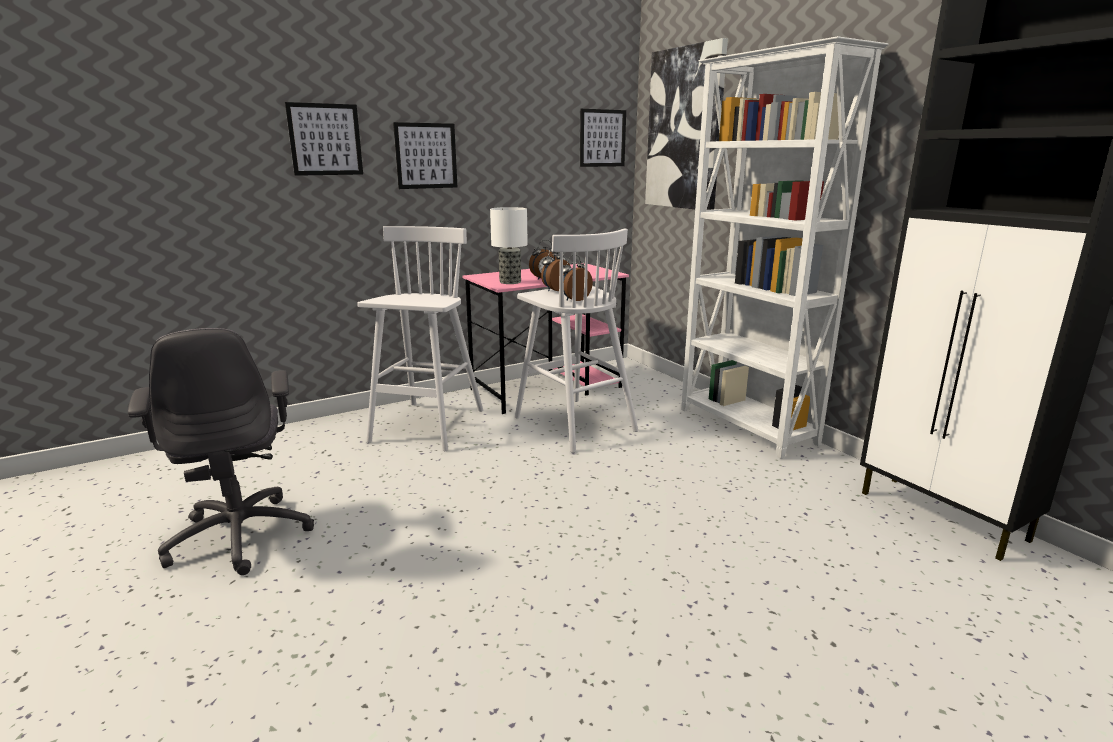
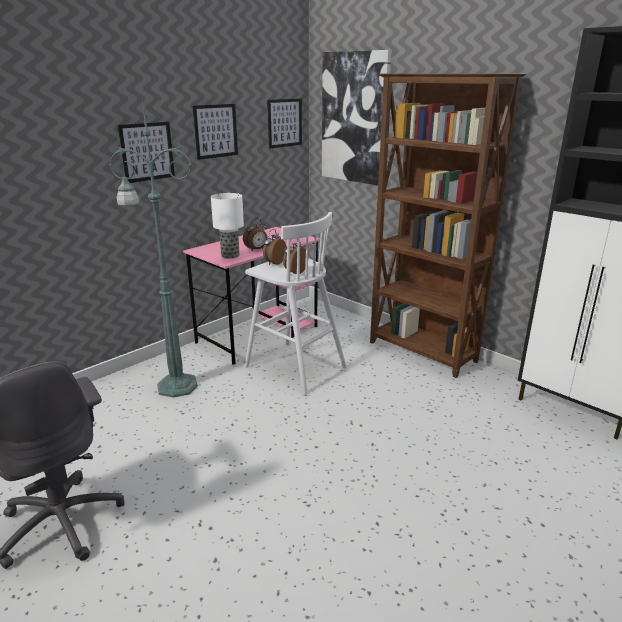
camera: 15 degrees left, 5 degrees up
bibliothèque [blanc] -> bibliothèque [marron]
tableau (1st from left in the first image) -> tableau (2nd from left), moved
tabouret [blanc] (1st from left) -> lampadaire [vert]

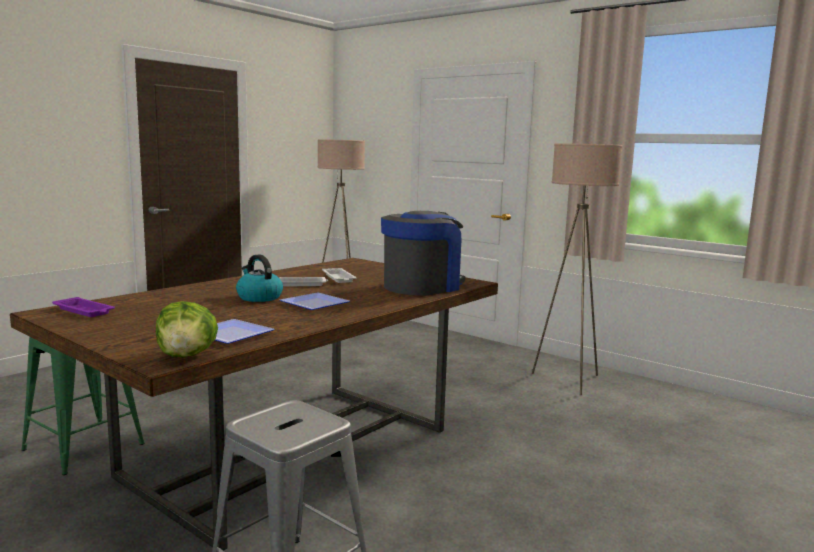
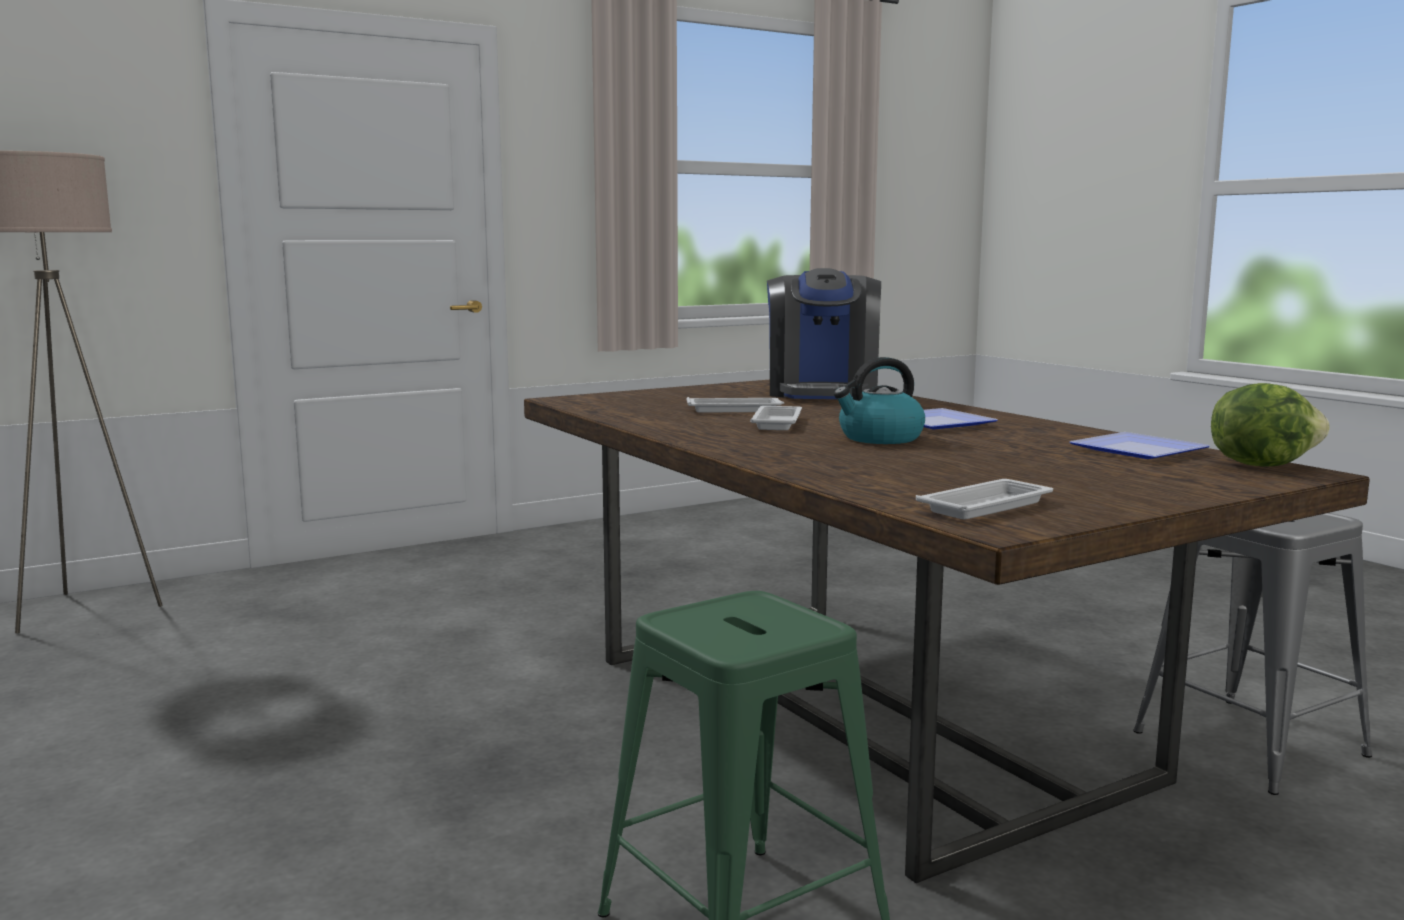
camera: 70 degrees left, 0 degrees up
lampadaire [beige] (2nd from left) -> none
machine à café, 150 degrees counterclockwise
plateau [violet] -> plateau [blanc] (3rd from left)

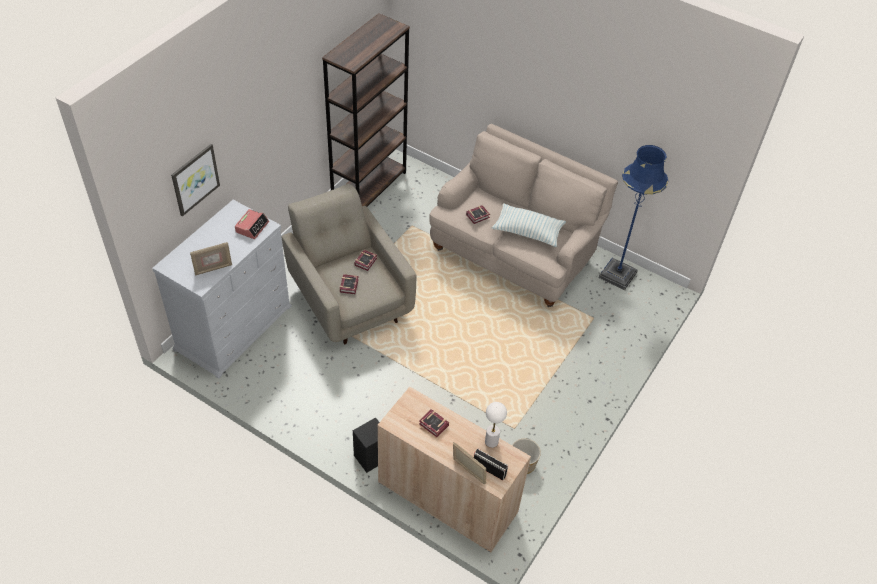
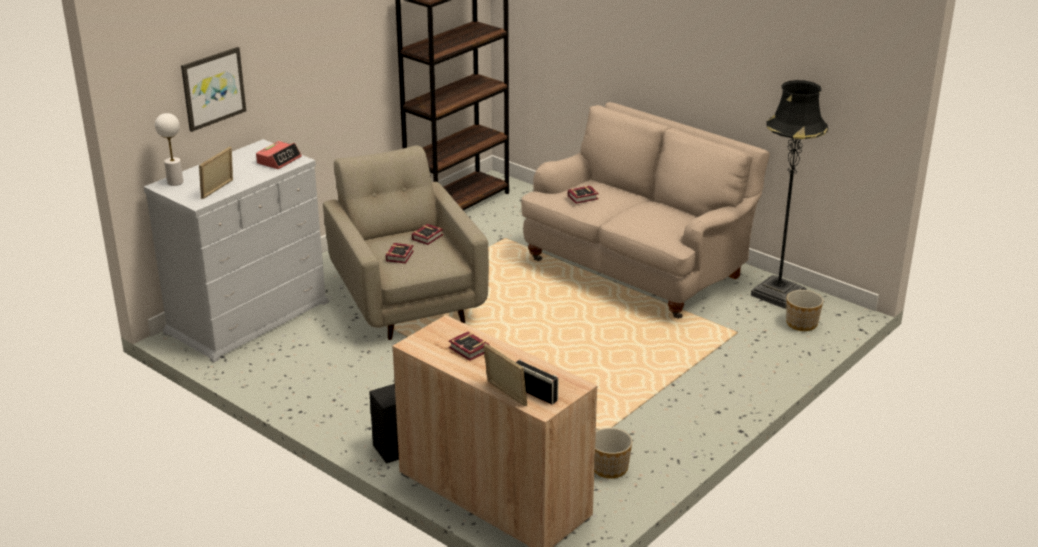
camera: 10 degrees right, 20 degrees down
lampadaire [bleu] -> lampadaire [noir]
coussin -> none
cadre photo (1st from left), 135 degrees clockwise
lampe de table [blanc], moved
none -> cache-pot (2nd from left)

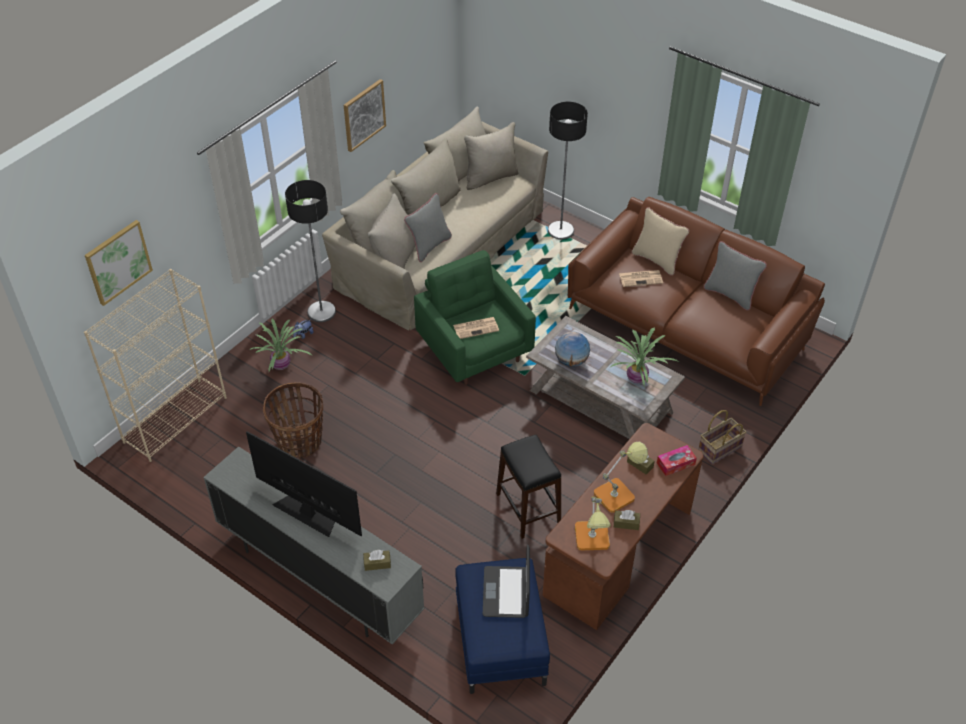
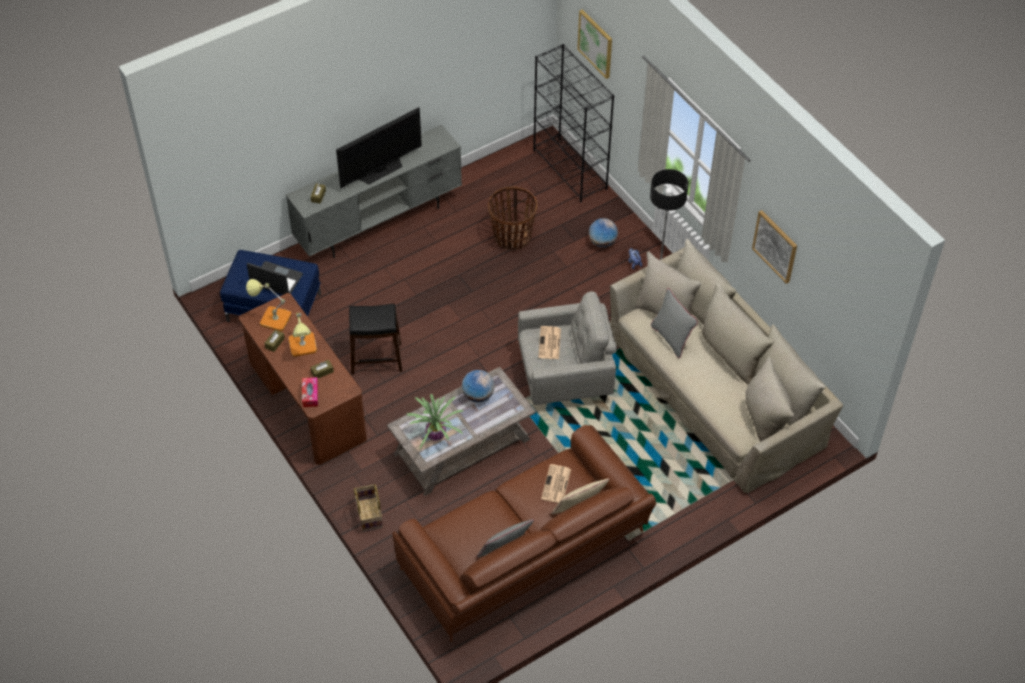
camera: 110 degrees right, 5 degrees up
lampadaire (2nd from left) -> none
fauteuil [vert] -> fauteuil [gris]
bibliothèque [beige] -> bibliothèque [noir]
plante en pot (1st from left) -> globe (2nd from left)

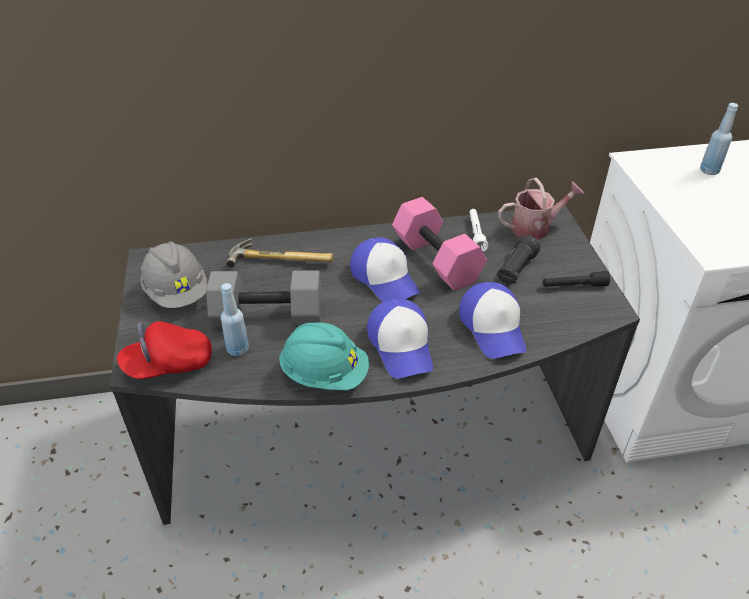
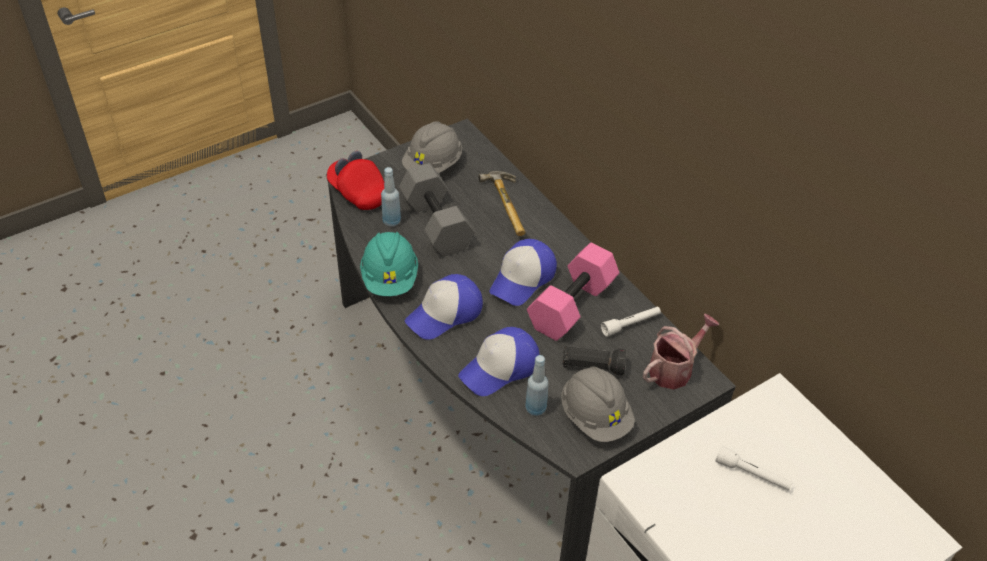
camera: 65 degrees right, 5 degrees up
bouteille [bleu] (2nd from left), moved
arrosoir, 90 degrees counterclockwise
lampe de poche [noir] (2nd from left) -> casque de chantier [gris] (2nd from left)
none -> lampe de poche [blanc] (2nd from left)

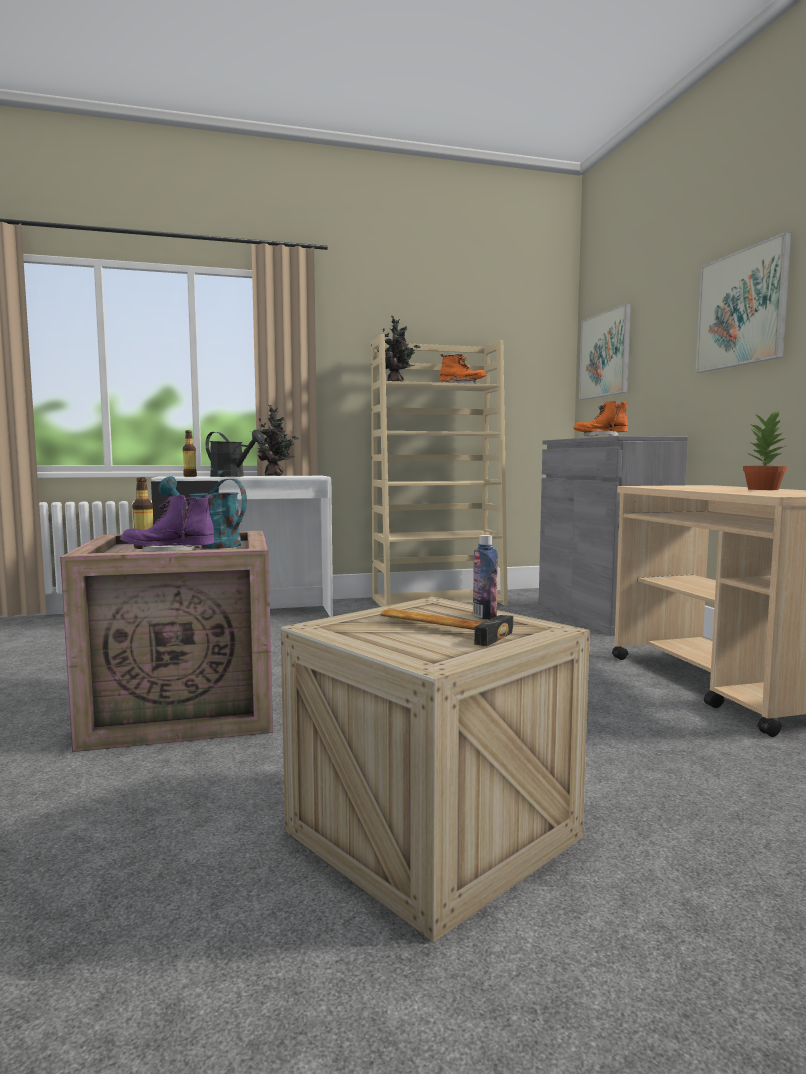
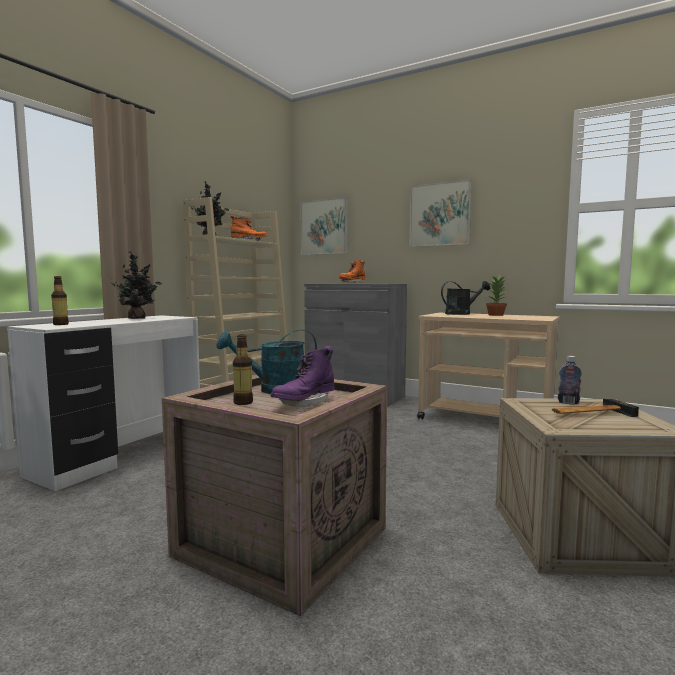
camera: 45 degrees left, 0 degrees up
arrosoir [noir], moved

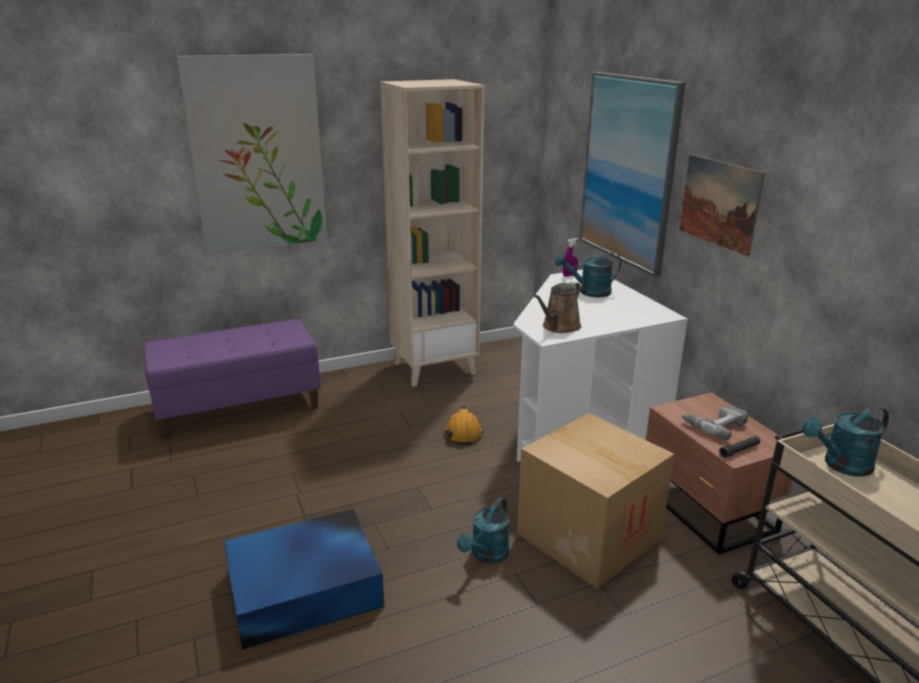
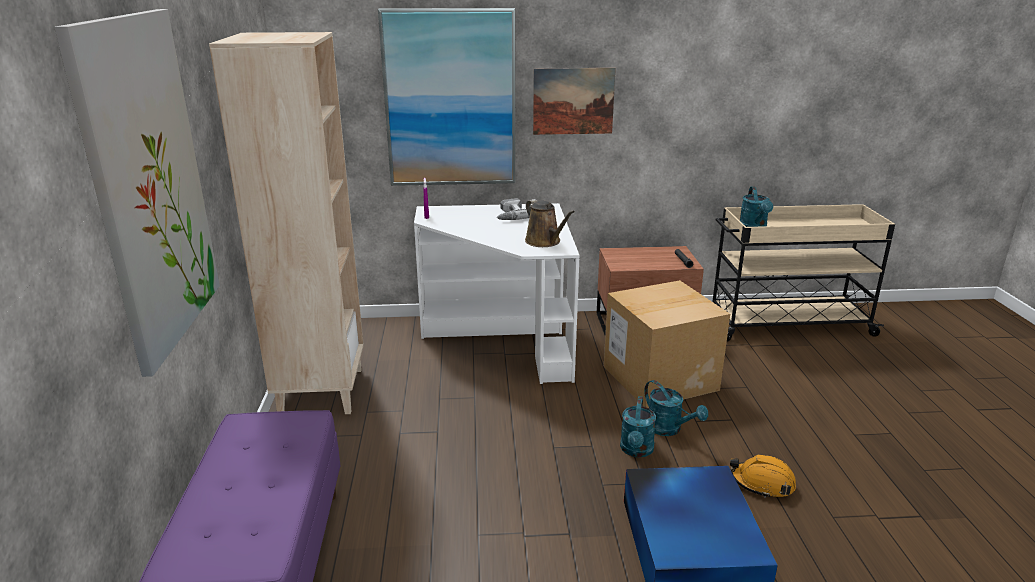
camera: 70 degrees left, 0 degrees up
arrosoir [turquoise] (2nd from left in the first image) -> arrosoir [turquoise] (1st from left), moved
perceuse, moved
casque de chantier [orange], moved

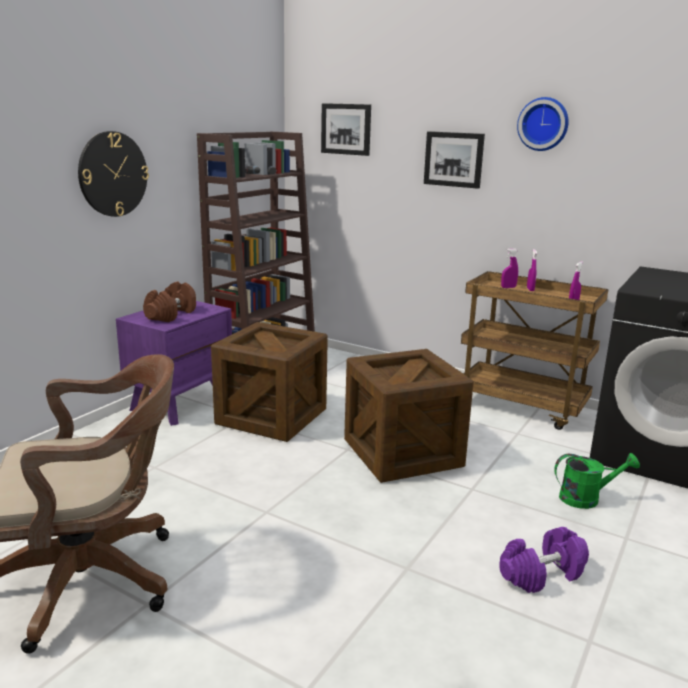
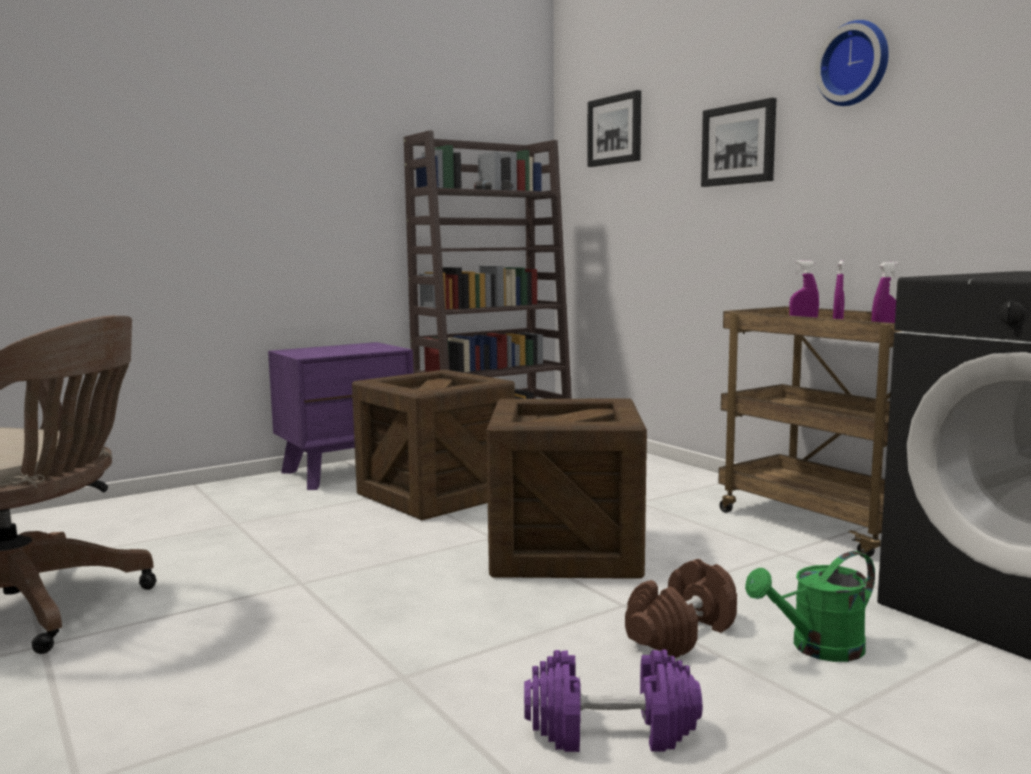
camera: 25 degrees right, 10 degrees down
horloge murale (1st from left) -> none
haltère [marron], moved
arrosoir [vert], 135 degrees clockwise

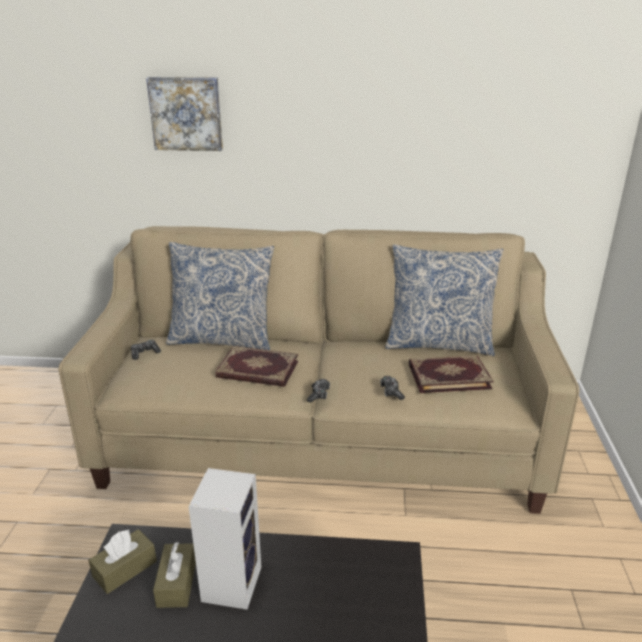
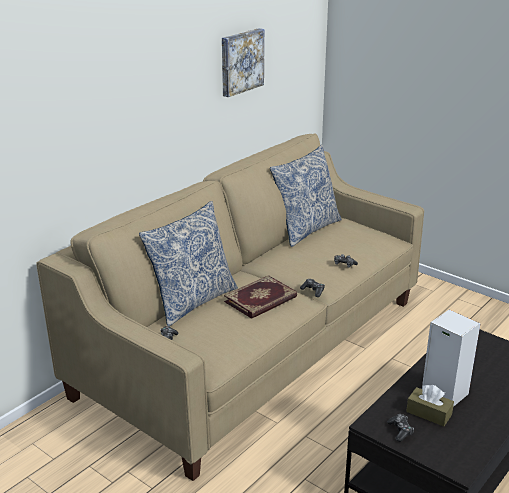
camera: 55 degrees left, 0 degrees up
tableau, moved
livre (2nd from left) -> none
boîte à mouchoirs [marron] (1st from left) -> manette (4th from left)

